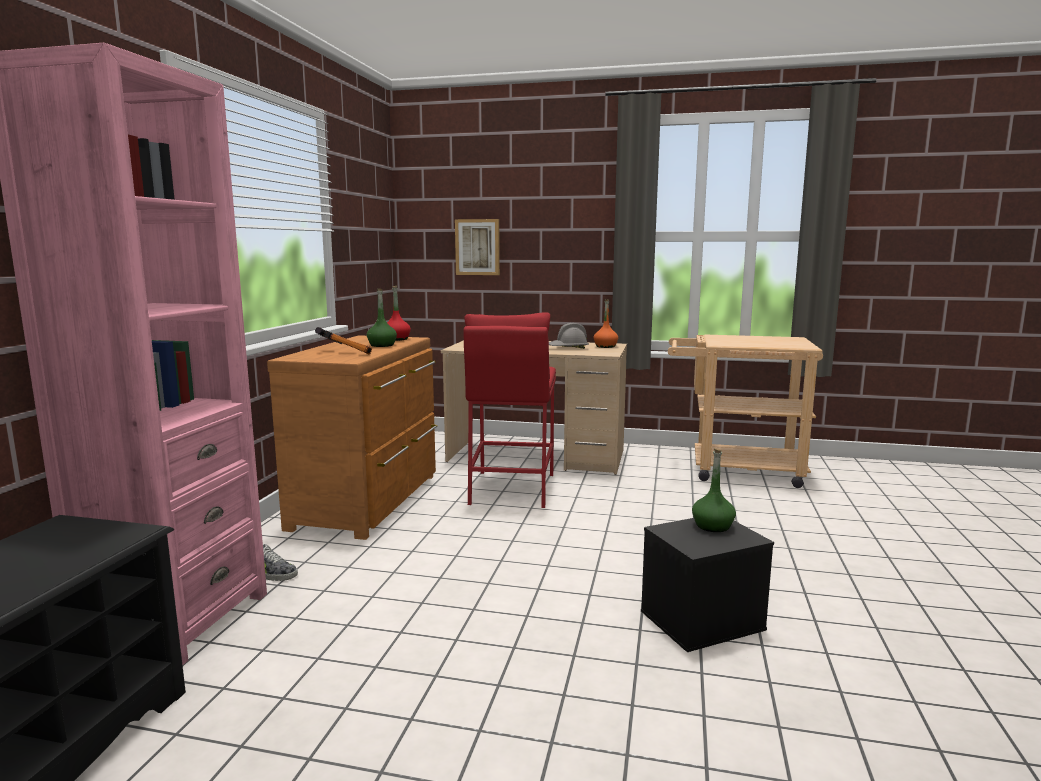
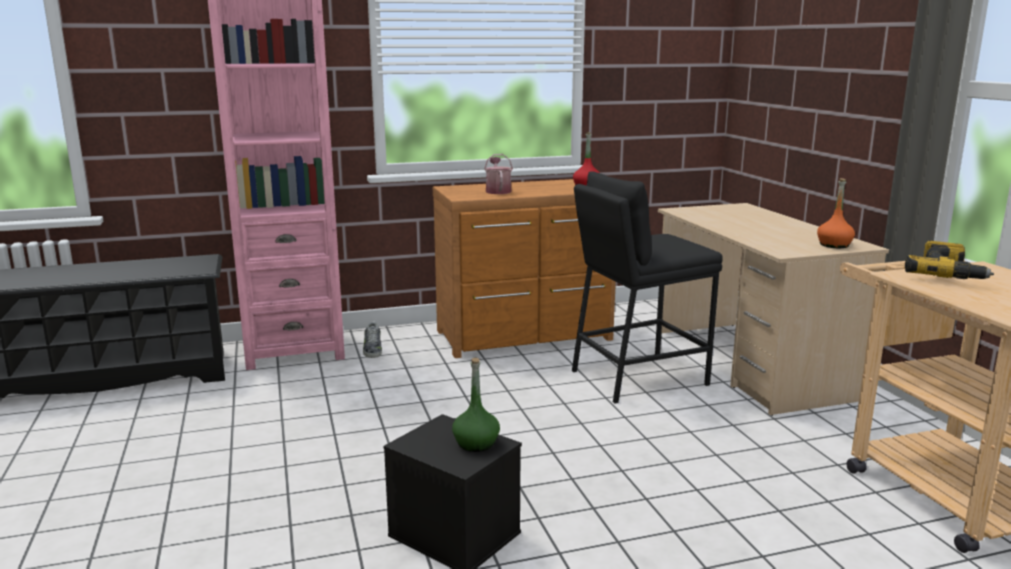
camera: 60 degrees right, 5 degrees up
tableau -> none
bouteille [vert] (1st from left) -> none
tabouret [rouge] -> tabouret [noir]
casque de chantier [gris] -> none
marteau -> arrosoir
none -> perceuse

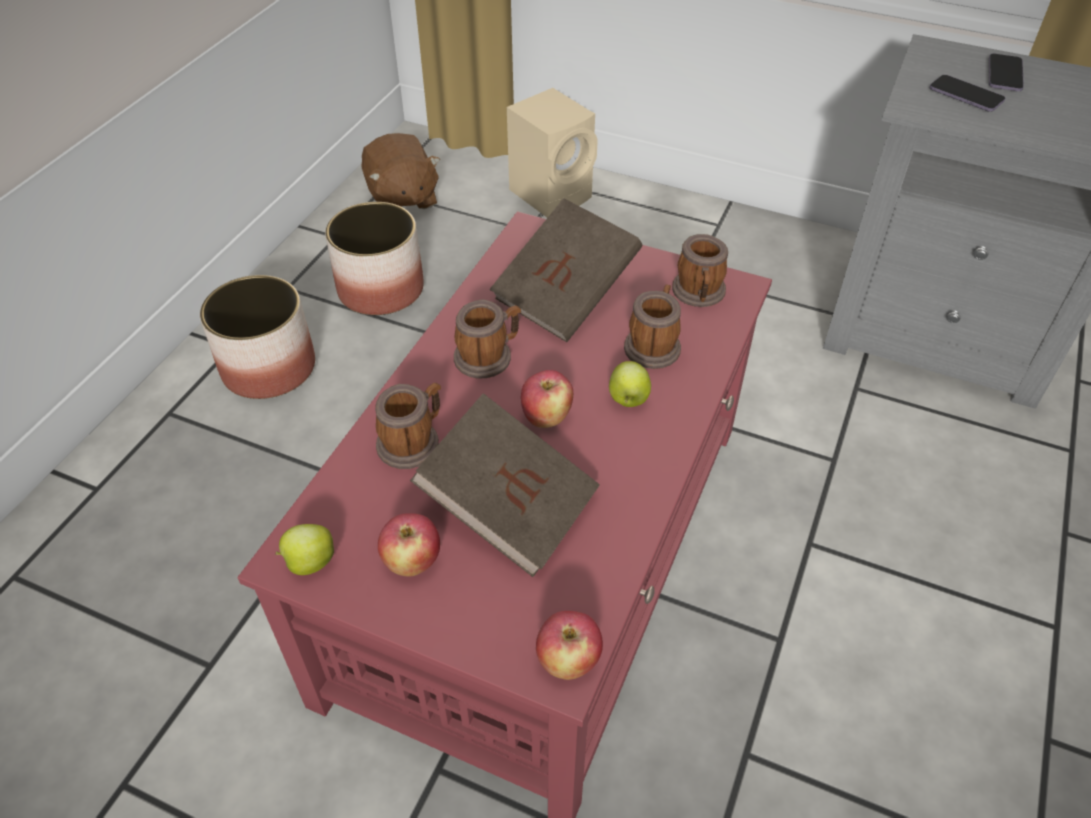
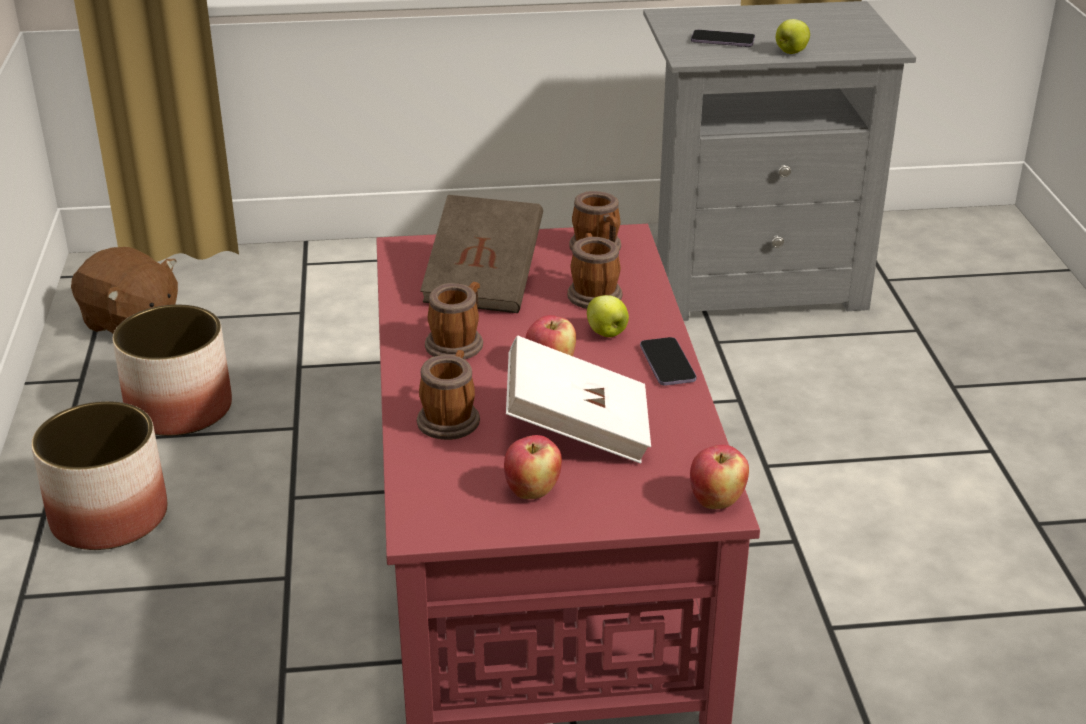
camera: 30 degrees left, 15 degrees down
téléphone (2nd from left in the first image) -> téléphone (1st from left), moved
enceinte [beige] -> none
livre [marron] (1st from left) -> livre [blanc]
pomme (1st from left in the first image) -> pomme (5th from left), moved

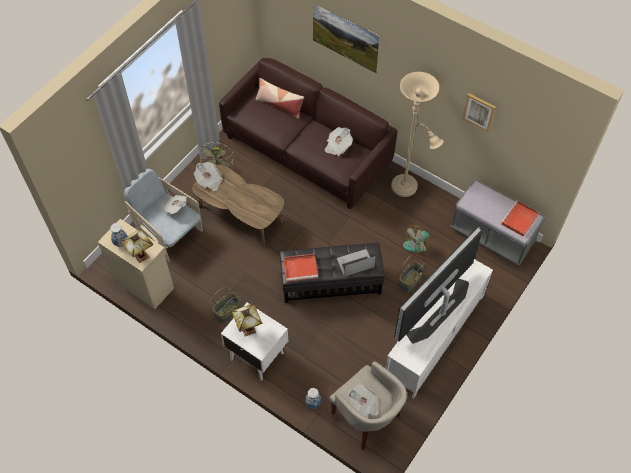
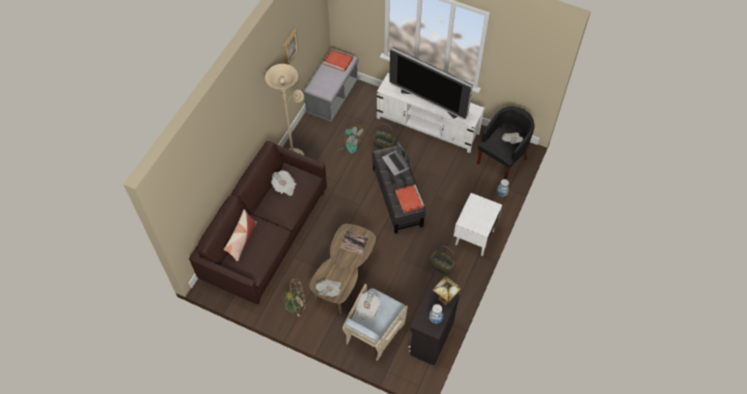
camera: 100 degrees left, 0 degrees up
tableau (1st from left) -> none
meuble de rangement [beige] -> meuble de rangement [noir]
lampe de table (2nd from left) -> none
fauteuil [beige] (2nd from left) -> fauteuil [noir]
none -> livre

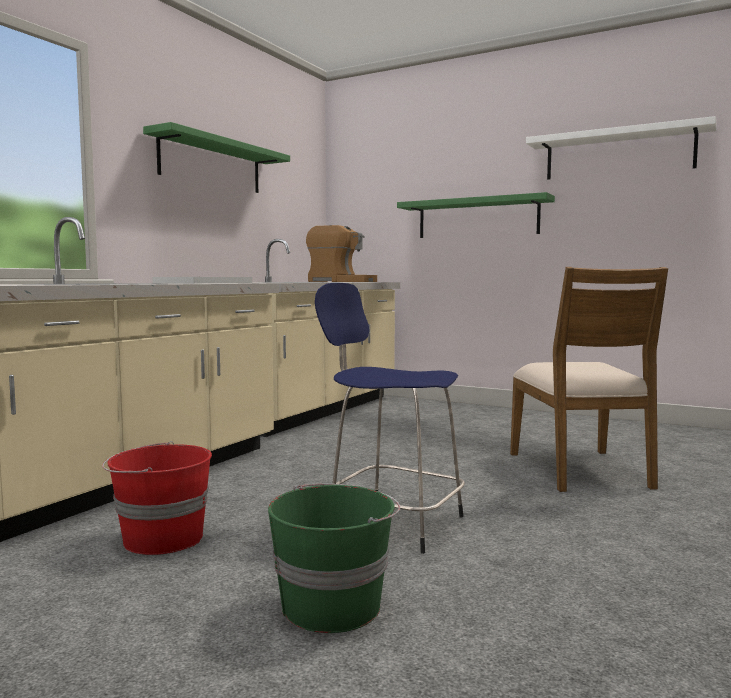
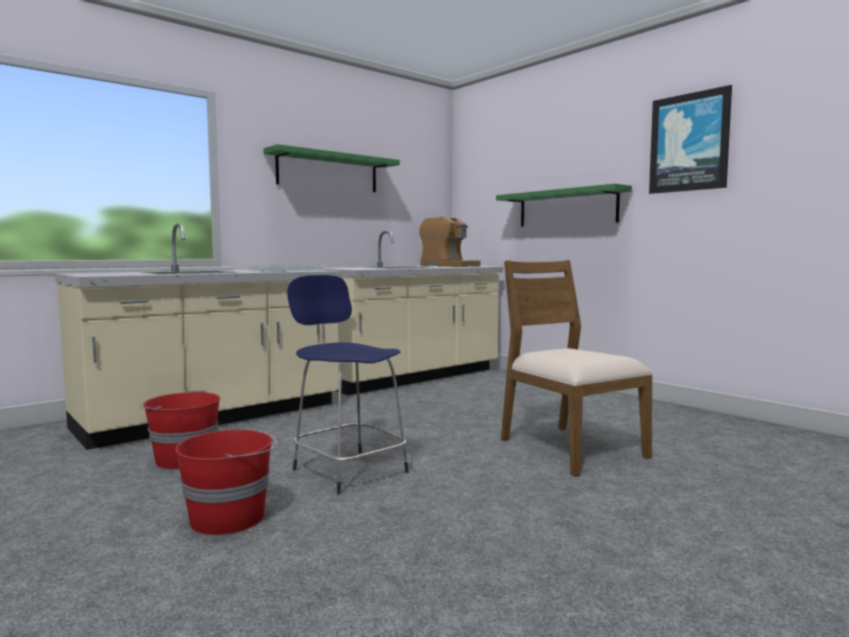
camera: 20 degrees right, 0 degrees up
étagère [blanc] -> tableau
chaise [marron], 135 degrees clockwise
seau [vert] -> seau [rouge] (2nd from left)

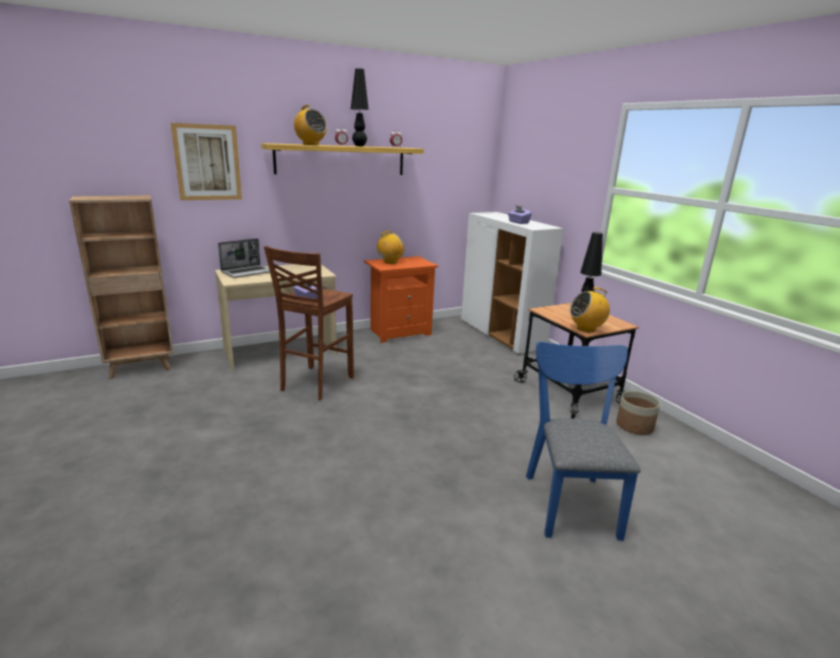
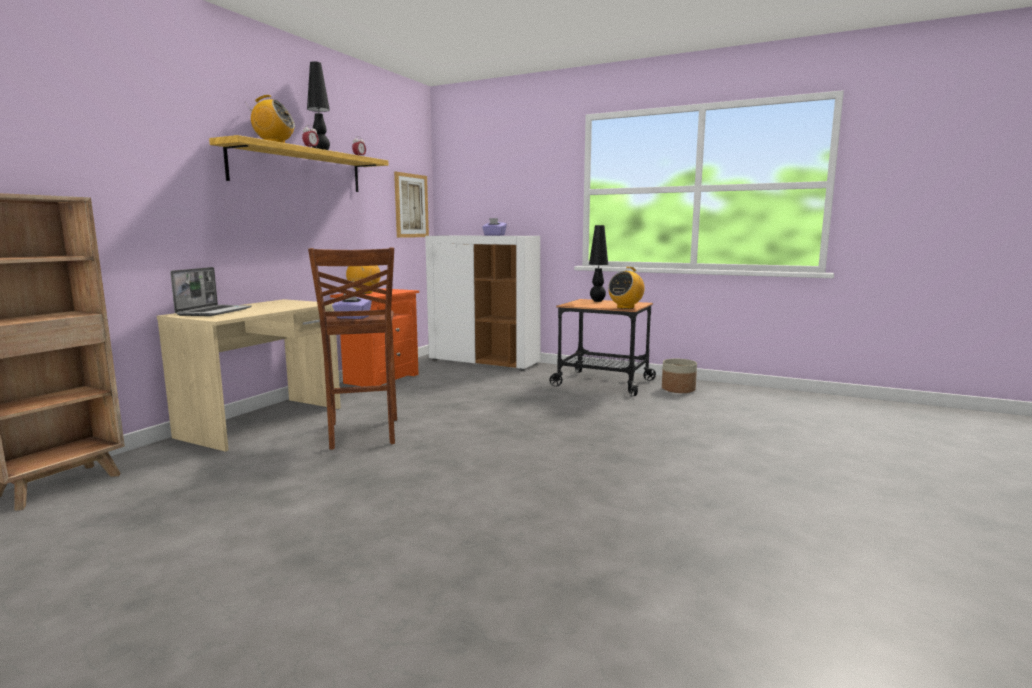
camera: 35 degrees left, 10 degrees down
tableau, moved
chaise [bleu] -> none

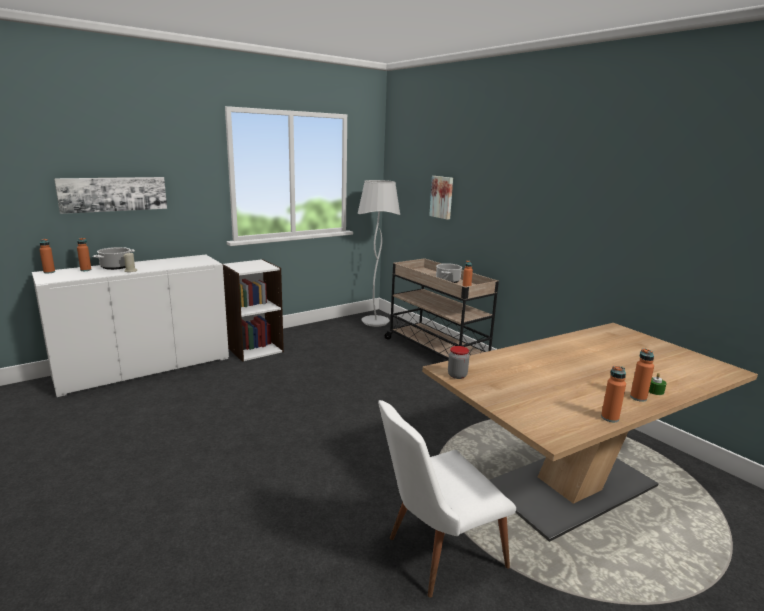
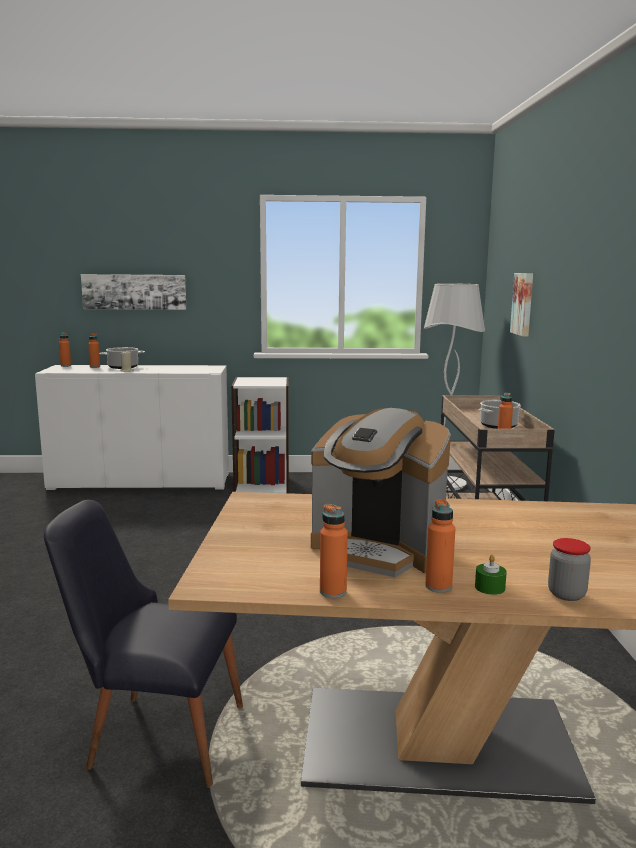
camera: 35 degrees right, 5 degrees down
bocal, moved
chaise [blanc] -> chaise [noir]
none -> machine à café

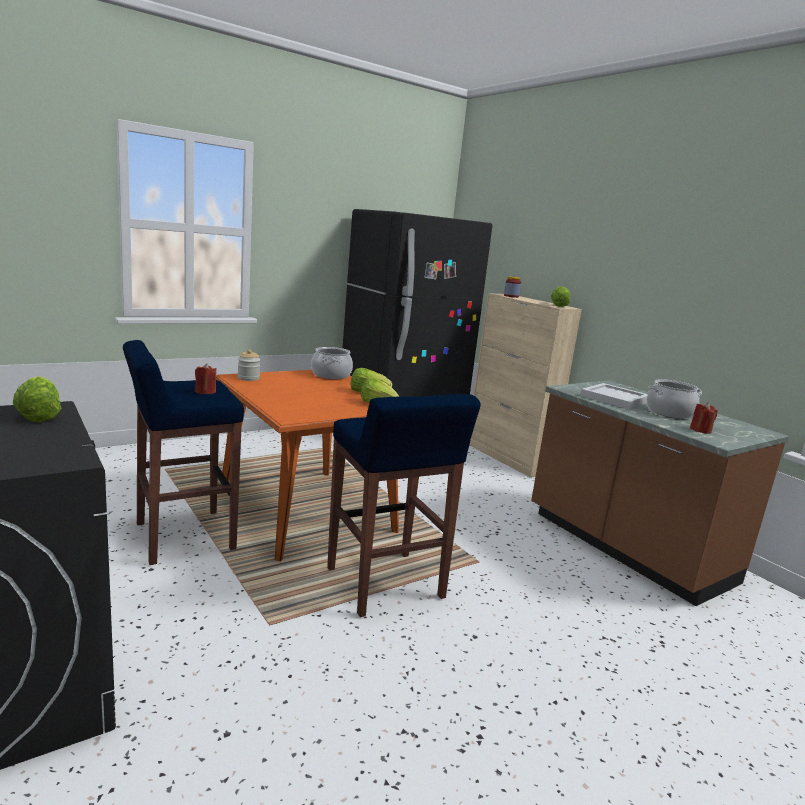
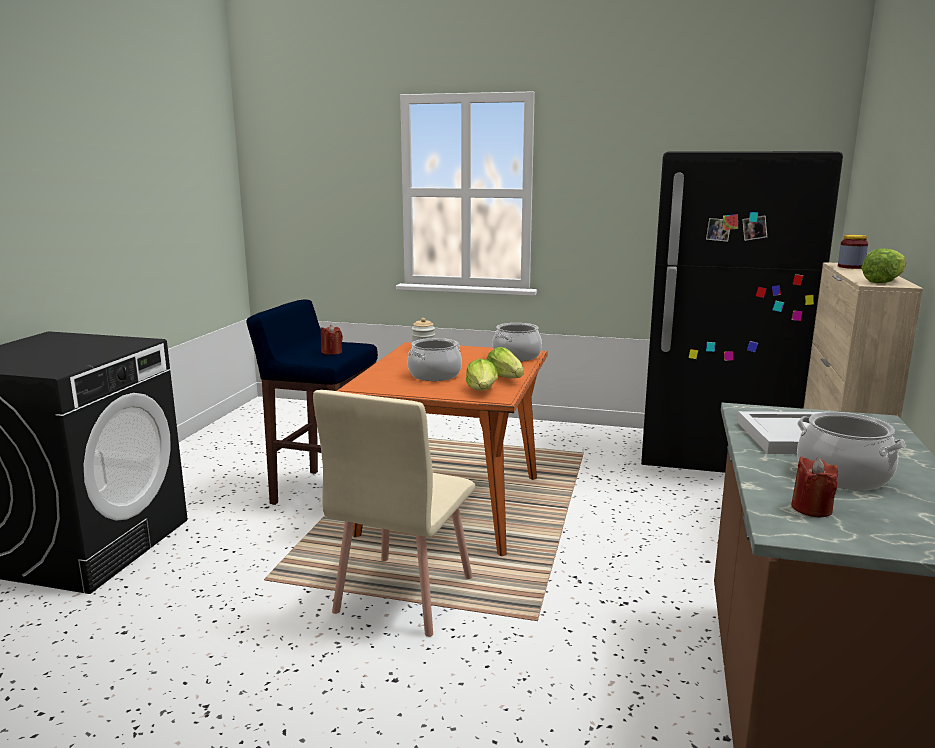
camera: 50 degrees right, 0 degrees up
laitue (1st from left) -> none
tabouret [bleu] (2nd from left) -> chaise [beige]
none -> marmite (1st from left)

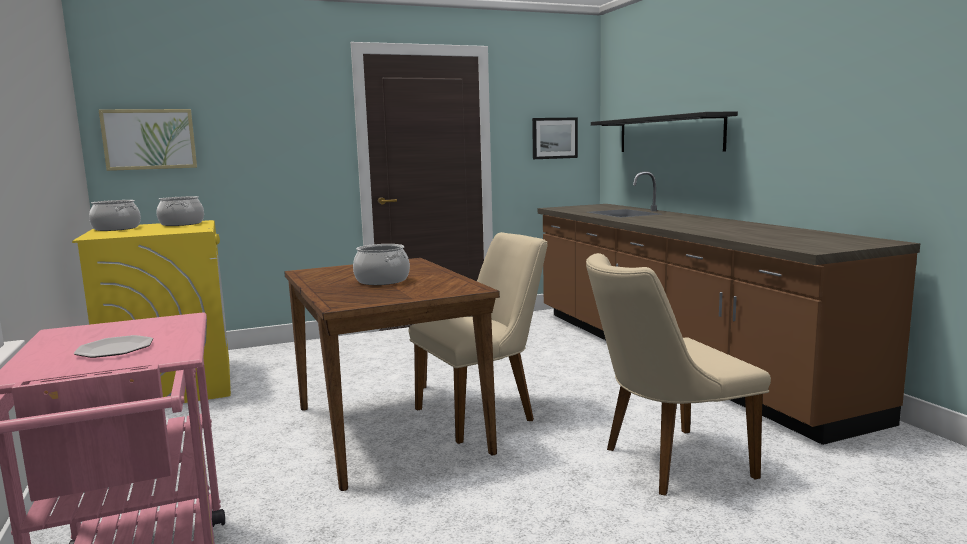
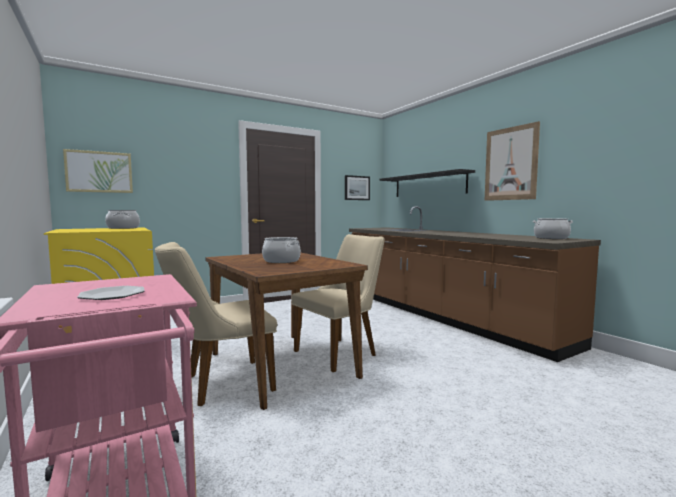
camera: 10 degrees left, 5 degrees down
marmite (1st from left in the first image) -> marmite (3rd from left), moved
chaise [beige] (2nd from left in the first image) -> chaise [beige] (1st from left), moved
none -> tableau (3rd from left)

